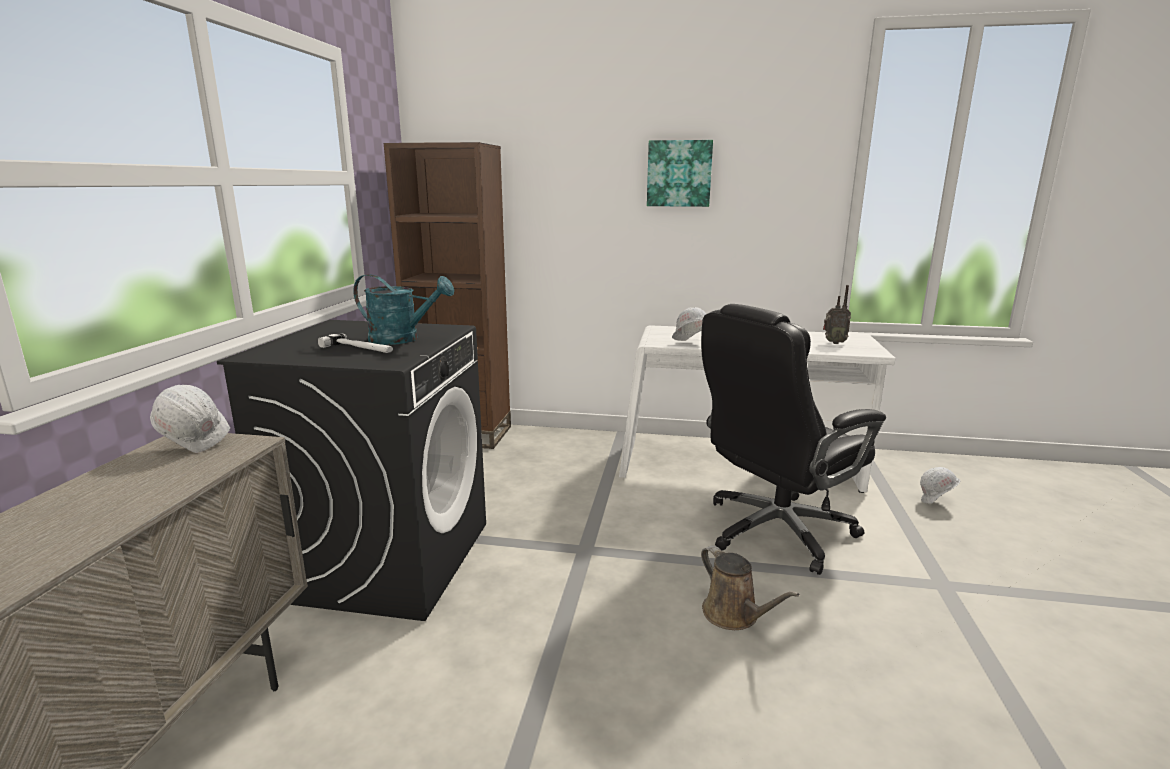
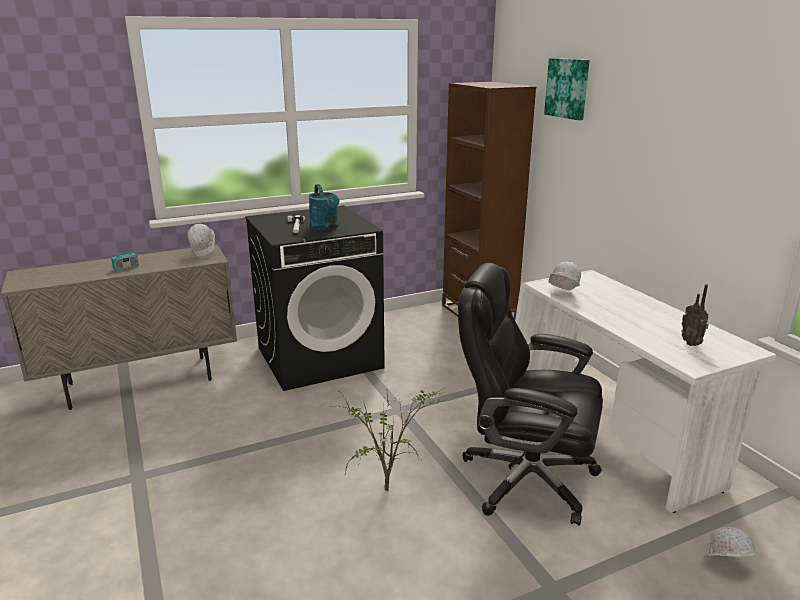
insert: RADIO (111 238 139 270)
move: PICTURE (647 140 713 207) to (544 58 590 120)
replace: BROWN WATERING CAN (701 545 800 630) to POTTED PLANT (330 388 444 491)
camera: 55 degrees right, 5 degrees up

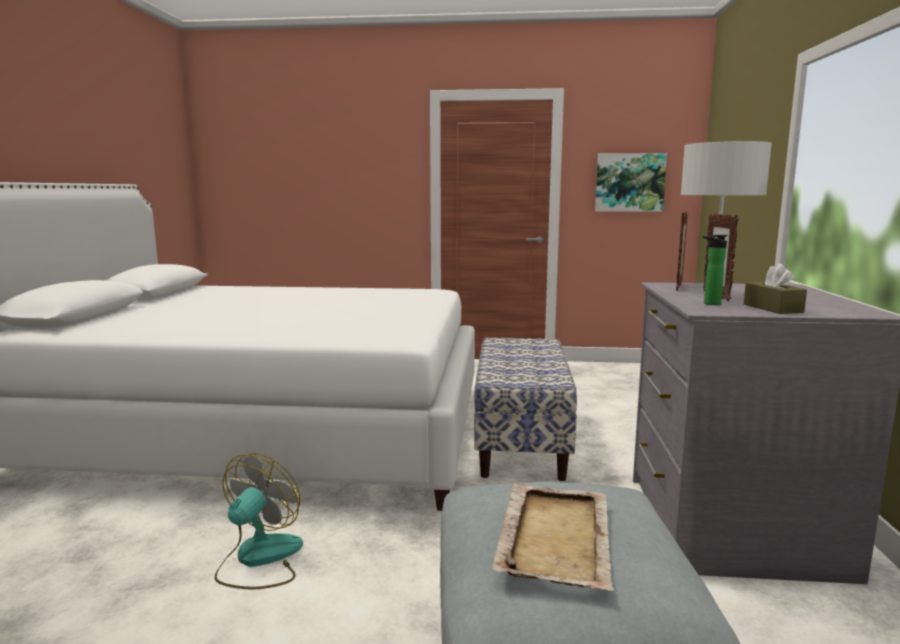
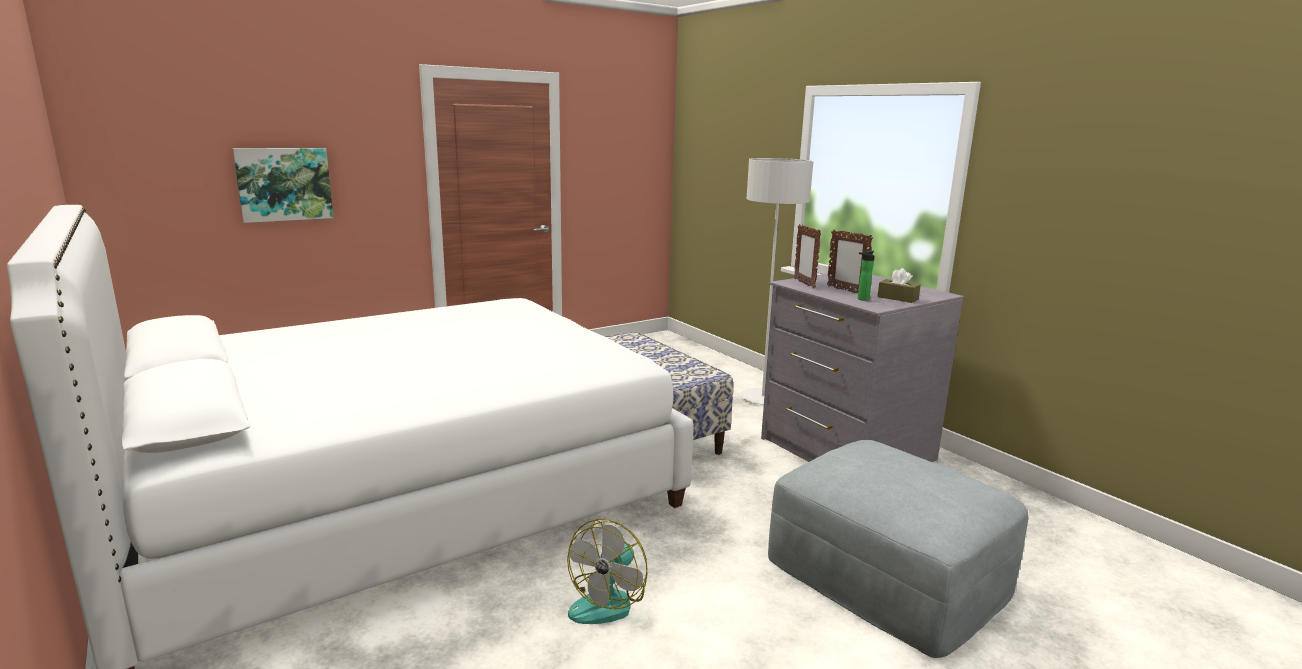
delete: BEIGE TRAY (492 483 615 591)
move: PICTURE (595 153 667 212) to (233 148 334 223)
rotate: FAN (215 453 303 590) = (567 519 648 624) 135 degrees counterclockwise
camera: 40 degrees left, 5 degrees up

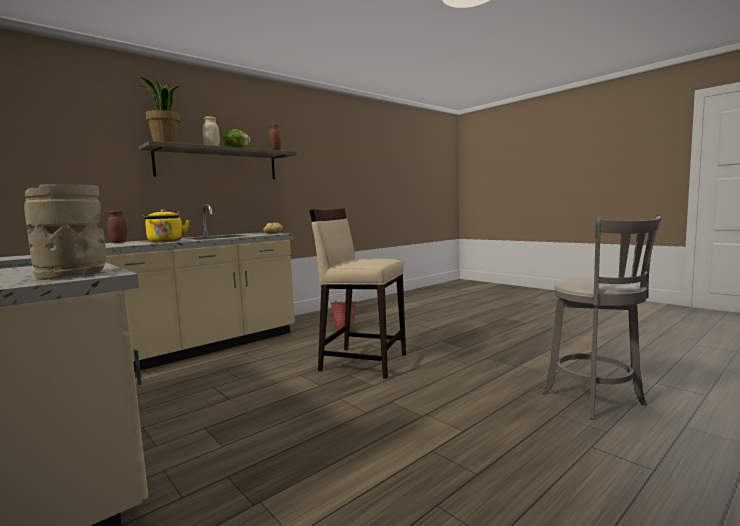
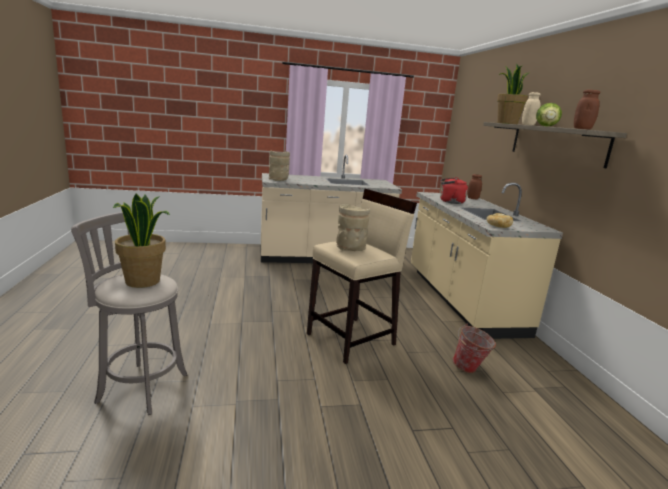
insert: POTTED PLANT (113 194 170 288); BEIGE VASE (336 204 370 251)
recolor: YELLOW KETTLE (143 209 189 242) to RED KETTLE (440 177 468 204)
camera: 120 degrees right, 10 degrees up

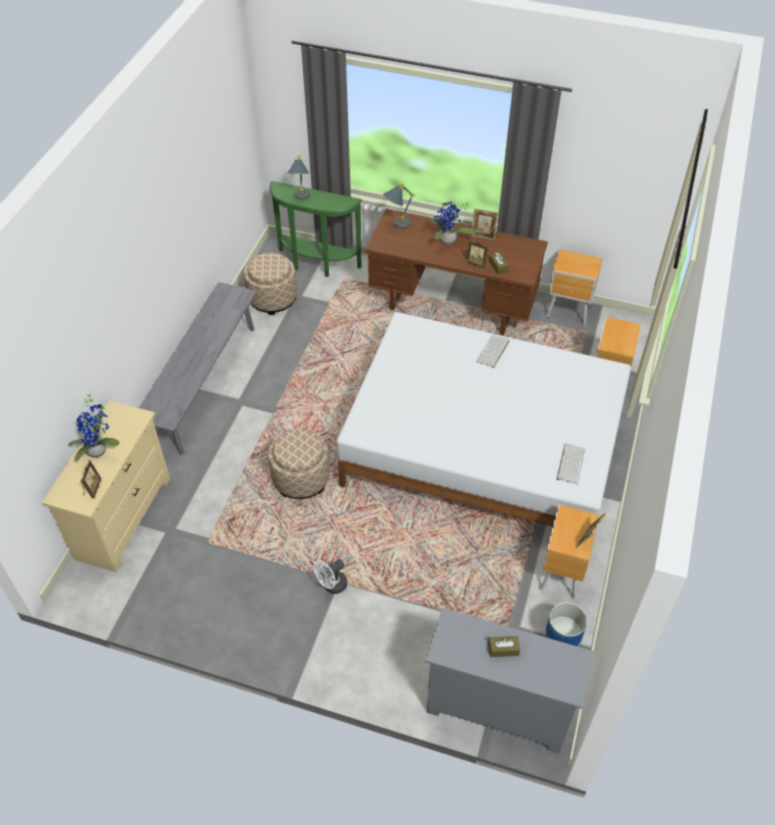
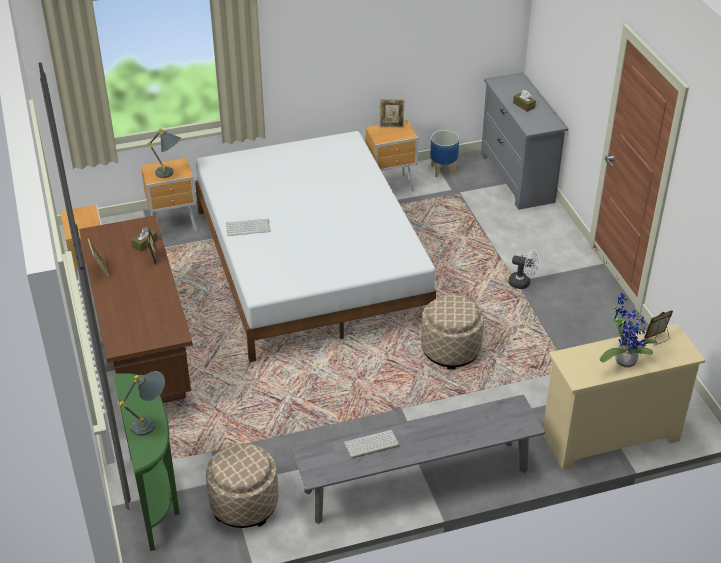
delete: POTTED PLANT (429 201 476 245)
move: GREY TABLE LAMP (383 183 414 229) to (147 128 181 178); KEYBOARD (557 443 585 485) to (344 430 400 459)
camera: 125 degrees left, 10 degrees down

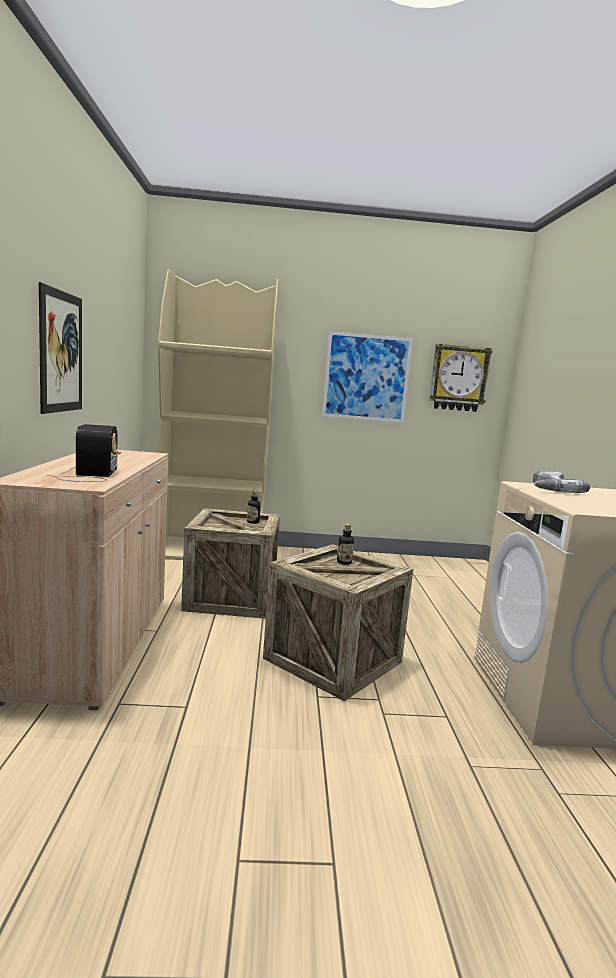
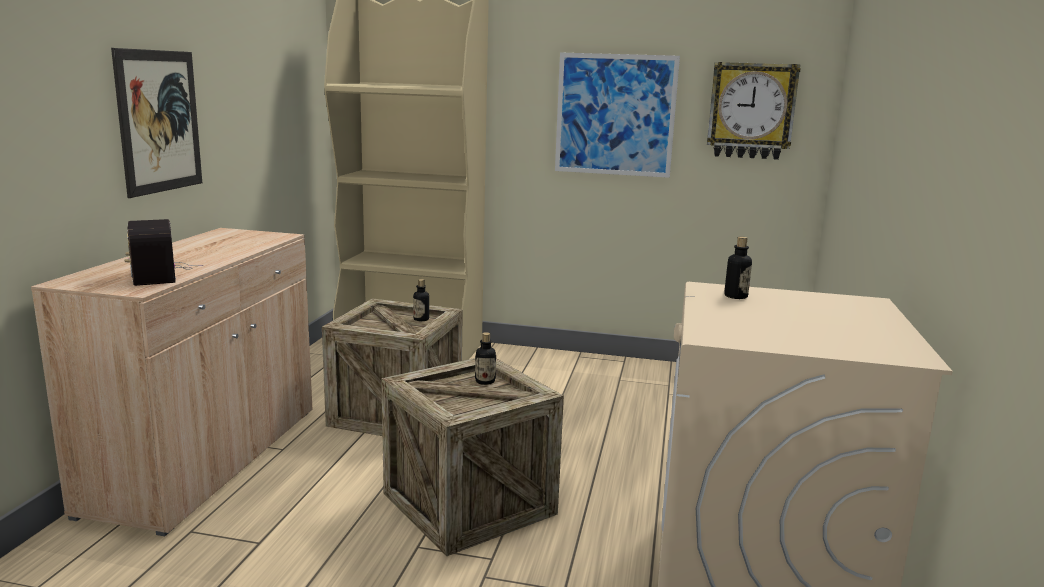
replace: POWER DRILL (533 470 590 493) to BOTTLE (724 236 752 299)
rotate: RADIO (46 424 121 482) = (124 219 204 286) 150 degrees clockwise
camera: 15 degrees right, 5 degrees up

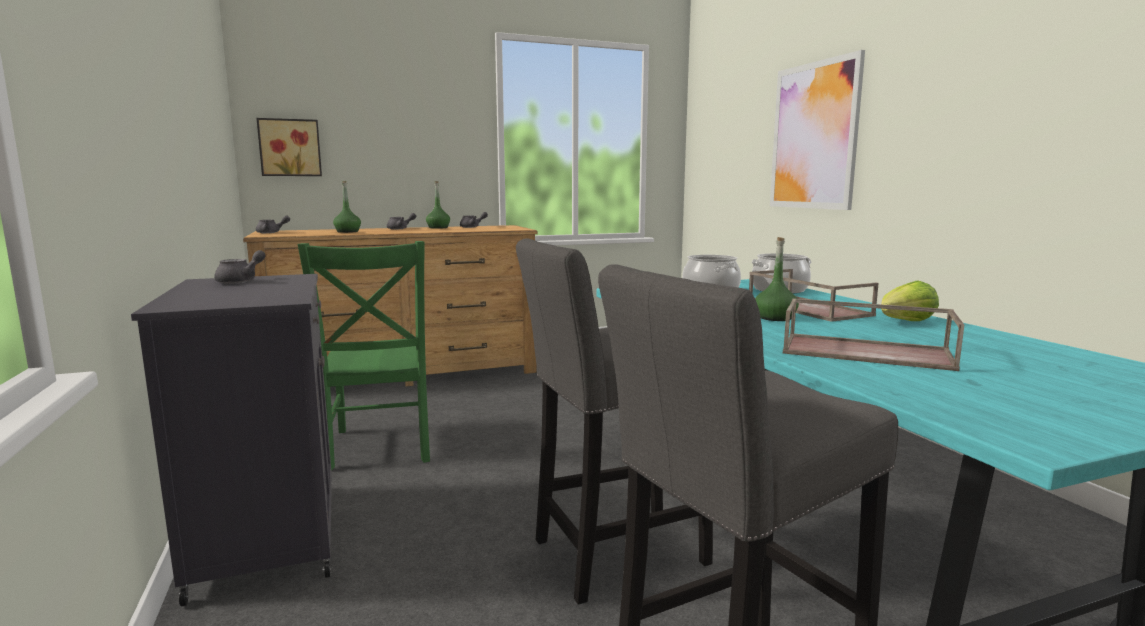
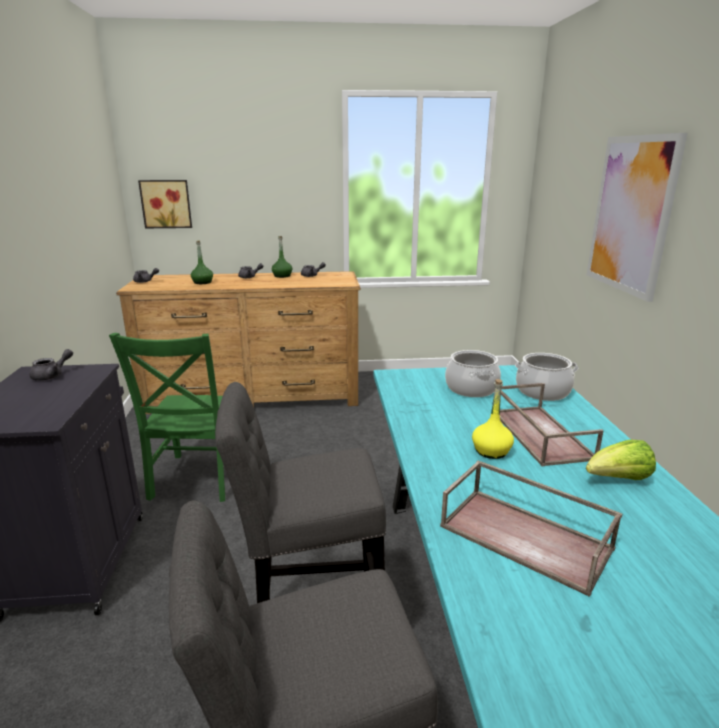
recolor: GREEN BOTTLE (755 237 799 321) to YELLOW BOTTLE (472 379 514 459)
camera: 15 degrees right, 10 degrees up

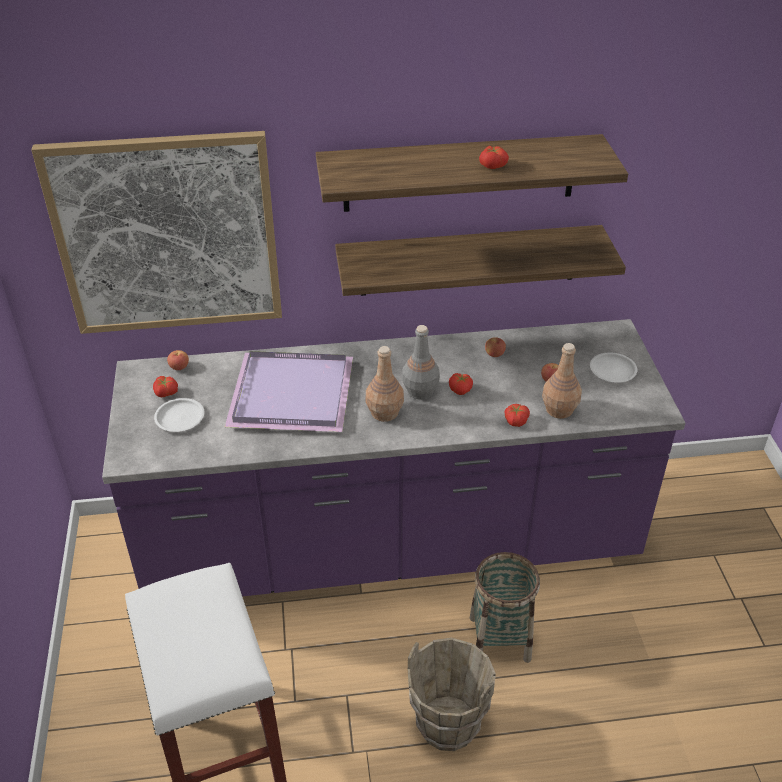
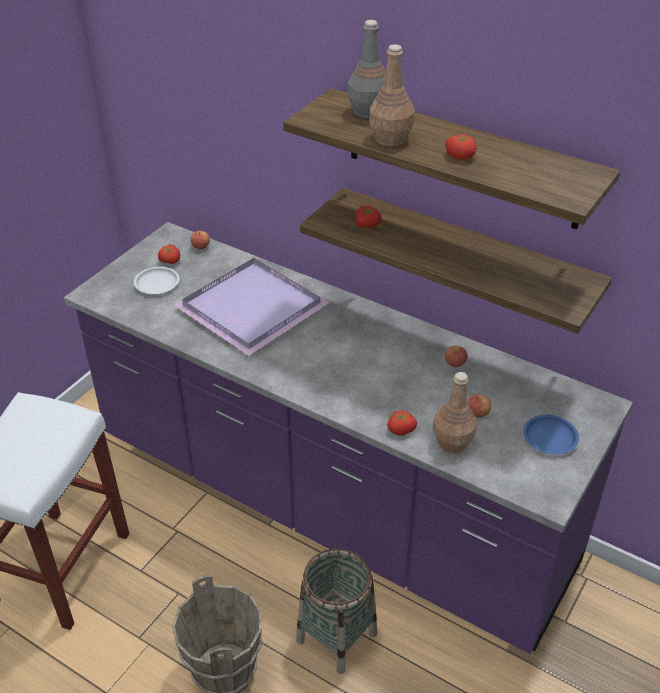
delete: PICTURE (31 131 282 334)
move: GREY BOTTLE (402 325 440 400) to (347 20 386 119); BROWN BOTTLE (366 346 404 422) to (369 44 414 147); TOMATO (449 373 473 395) to (356 205 381 228)
recolor: WHITE PLATE (590 352 637 383) to BLUE PLATE (523 415 579 455)
camera: 40 degrees right, 0 degrees up

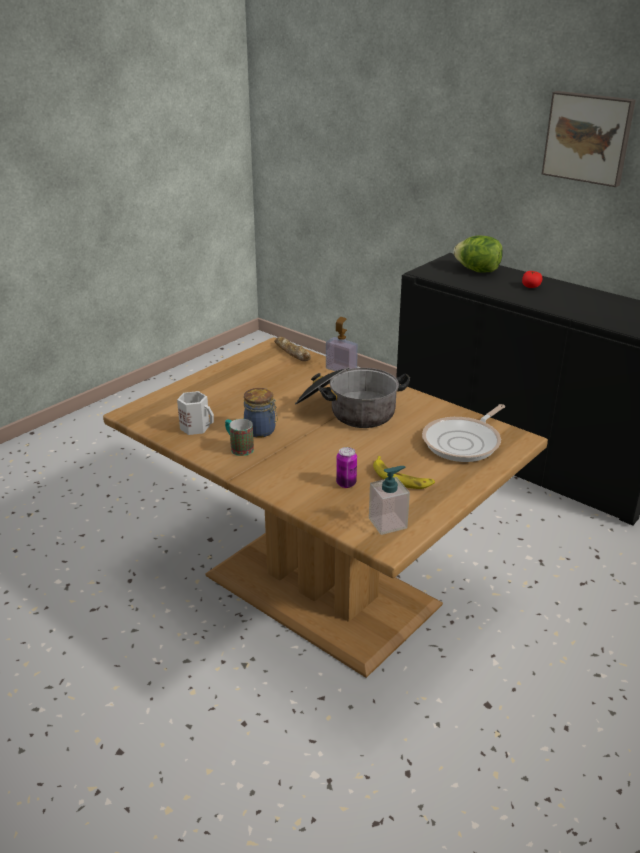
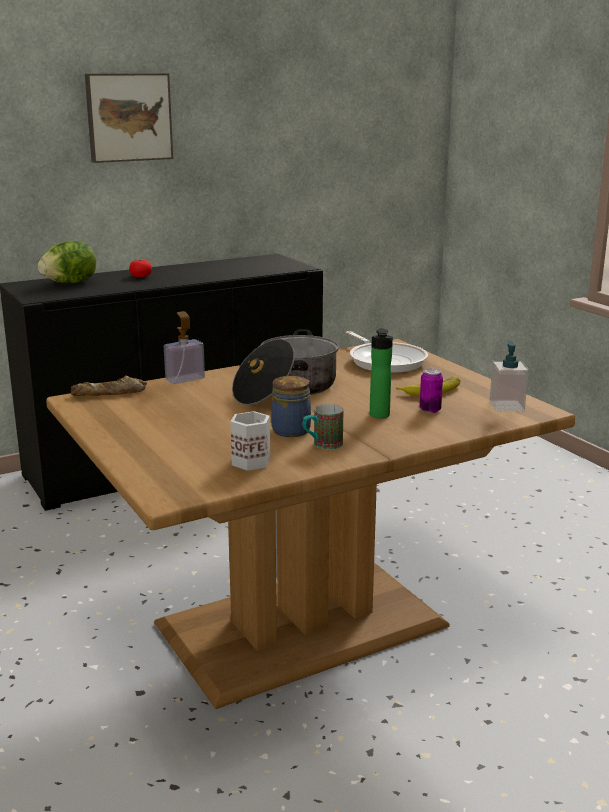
insert: BOTTLE (370 328 393 419)
camera: 70 degrees left, 10 degrees down

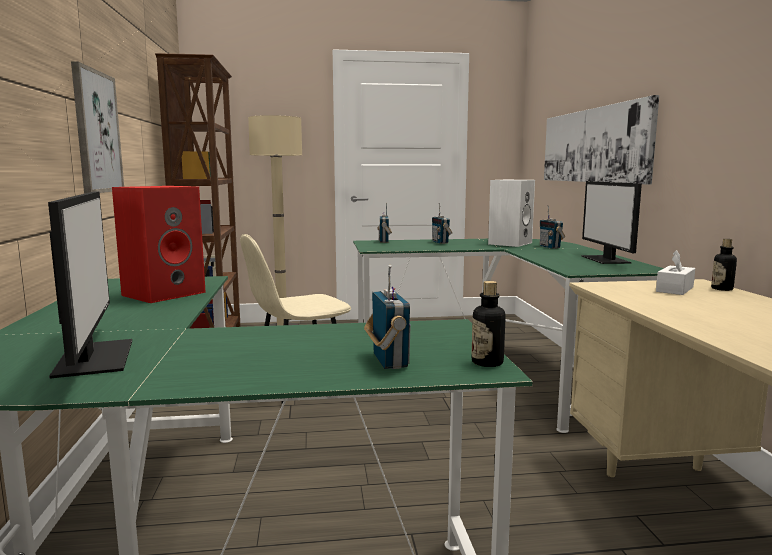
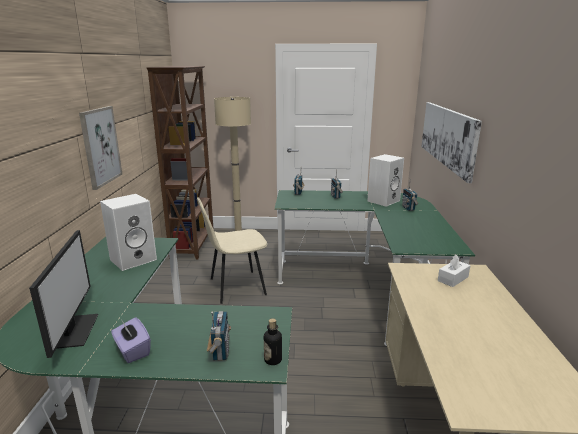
delete: MONITOR (582 181 642 264); BOTTLE (711 239 737 291)
insert: PURPLE TISSUE BOX (111 317 151 363)
recolor: RED SPEAKER (112 186 206 303) to WHITE SPEAKER (100 194 157 271)
camera: 10 degrees right, 10 degrees up

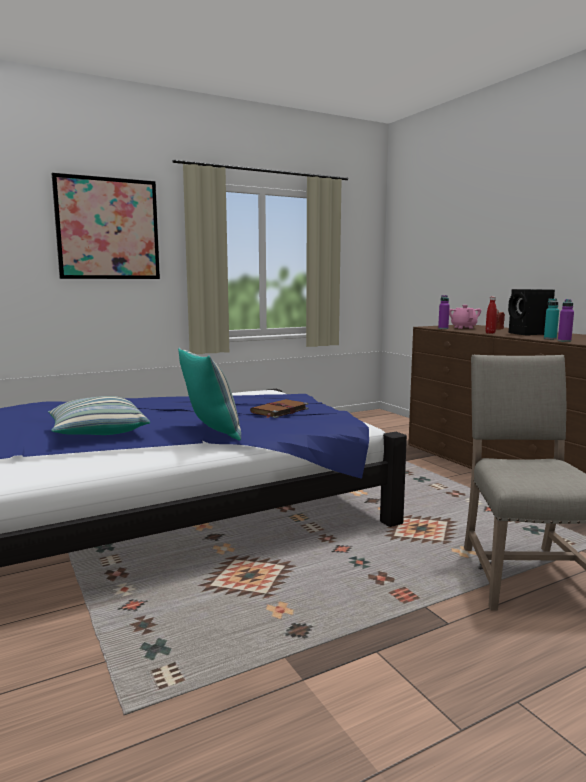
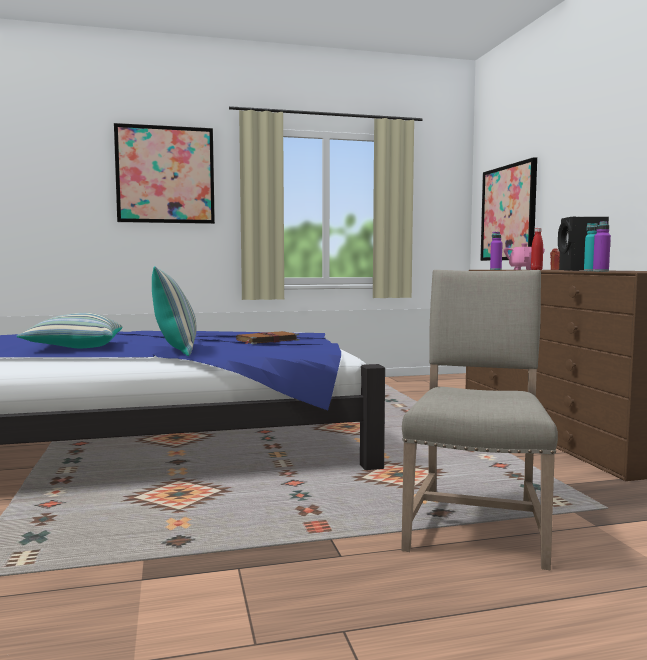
insert: PICTURE (480 157 537 261)
camera: 15 degrees right, 5 degrees down

